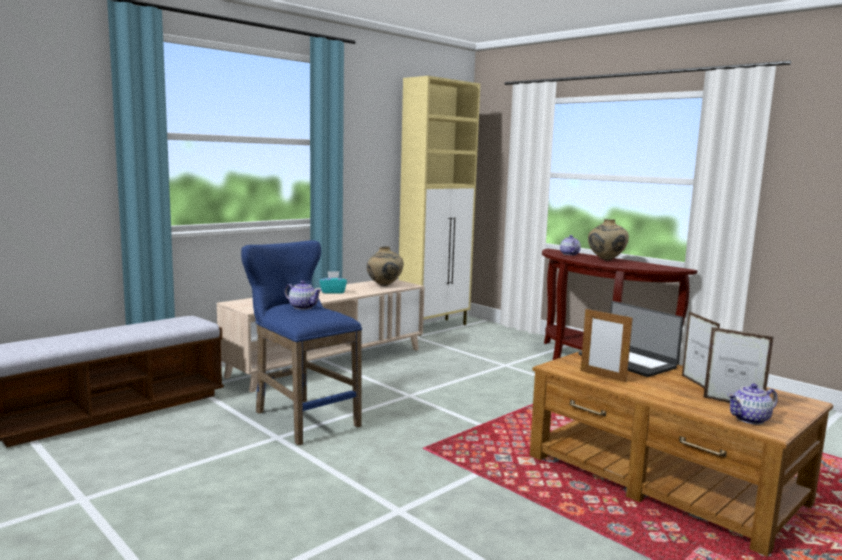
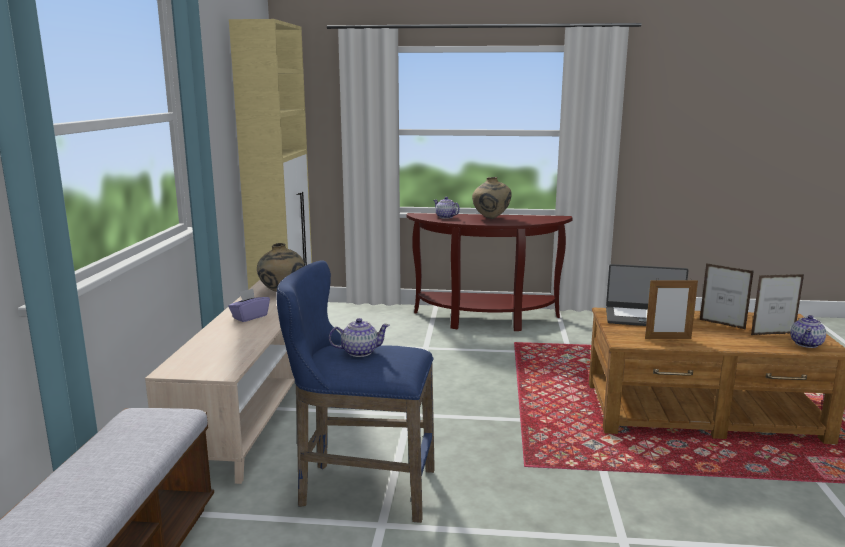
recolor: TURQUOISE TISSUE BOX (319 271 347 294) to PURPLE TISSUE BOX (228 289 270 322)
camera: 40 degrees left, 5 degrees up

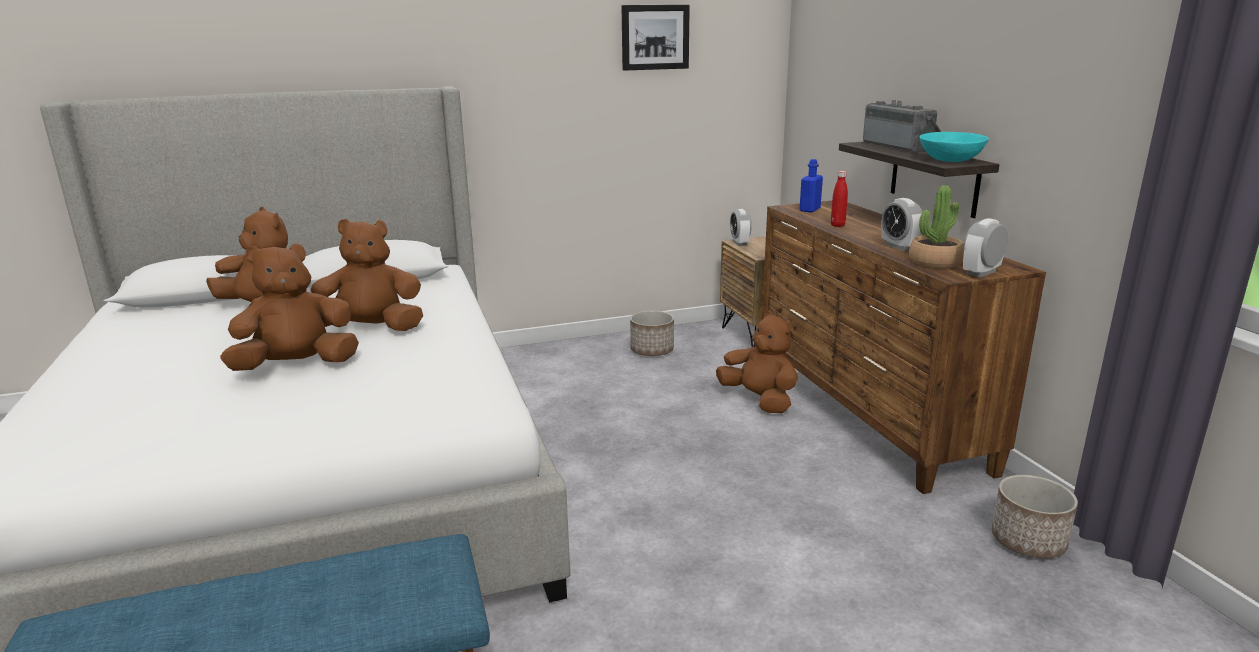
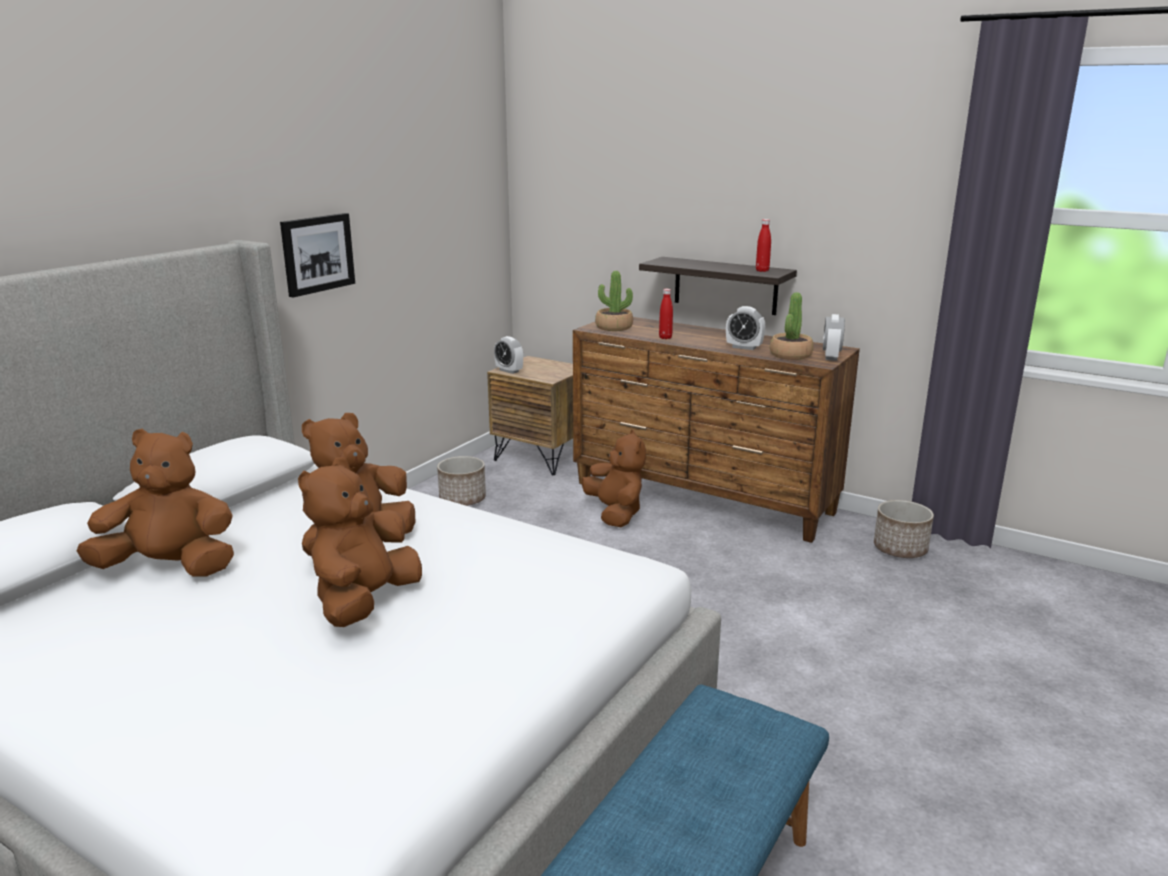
delete: RADIO (863 100 941 153)
move: PICTURE (622 5 690 71) to (280 213 355 298)
replace: TURQUOISE BOWL (920 132 989 162) to RED BOTTLE (756 219 771 272); BLUE BOTTLE (800 159 823 212) to POTTED PLANT (595 271 633 331)
rotate: BROWN PLUSH TOY (716 311 798 413) = (582 430 646 527) 60 degrees clockwise
camera: 40 degrees left, 0 degrees up

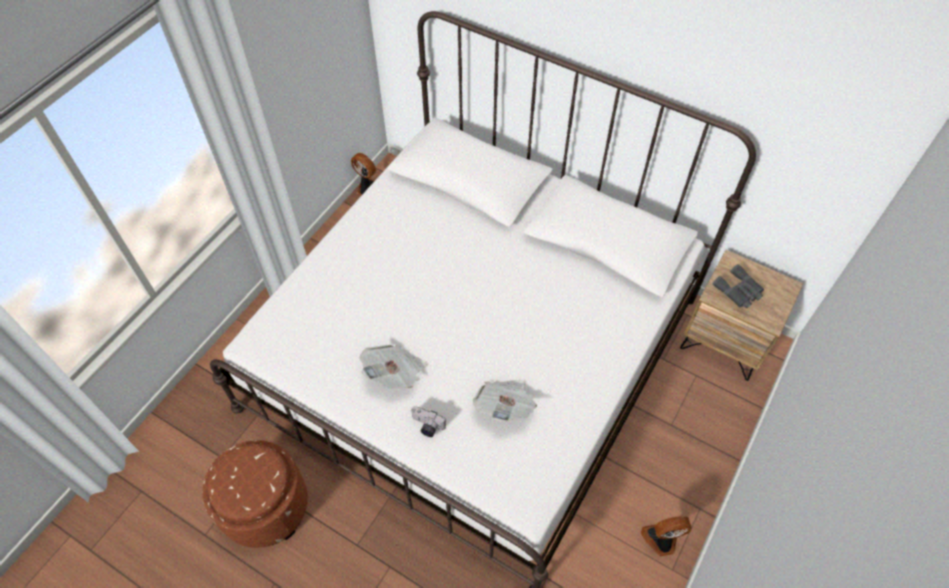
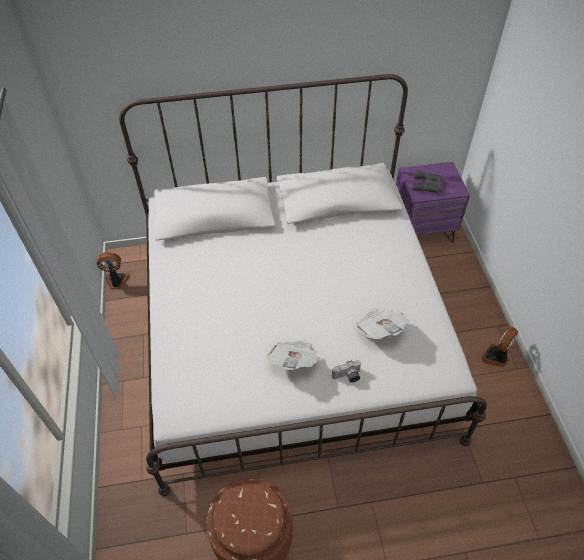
recolor: BROWN NIGHTSTAND (680 250 803 381) to PURPLE NIGHTSTAND (396 162 470 243)
camera: 40 degrees left, 5 degrees down

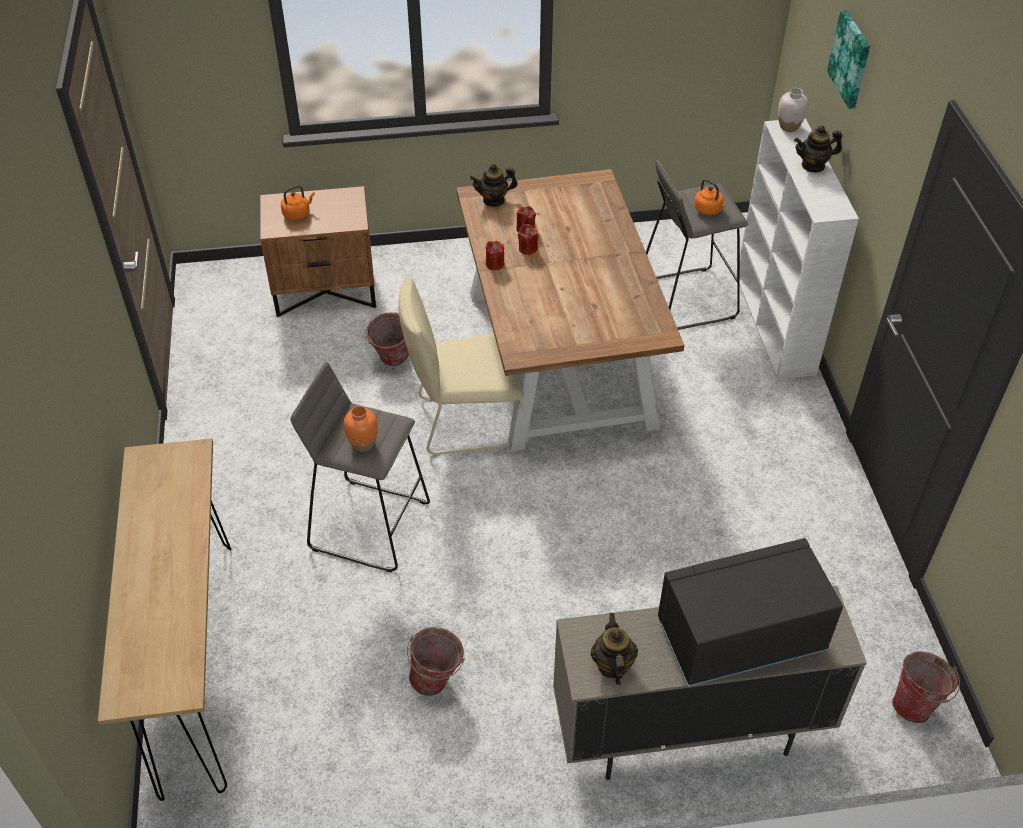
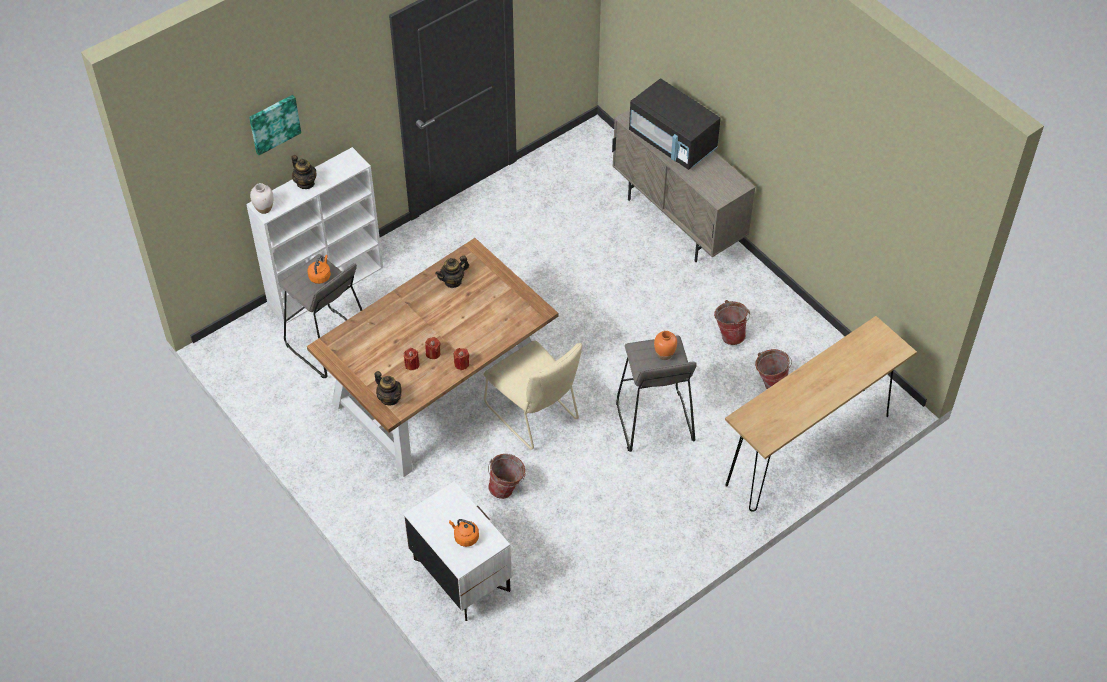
move: TEAPOT (591 613 638 685) to (435 256 469 288); BUCKET (892 652 960 723) to (755 349 792 389)
recolor: BROWN NIGHTSTAND (260 186 376 317) to WHITE NIGHTSTAND (404 481 512 621)
camera: 120 degrees left, 5 degrees up

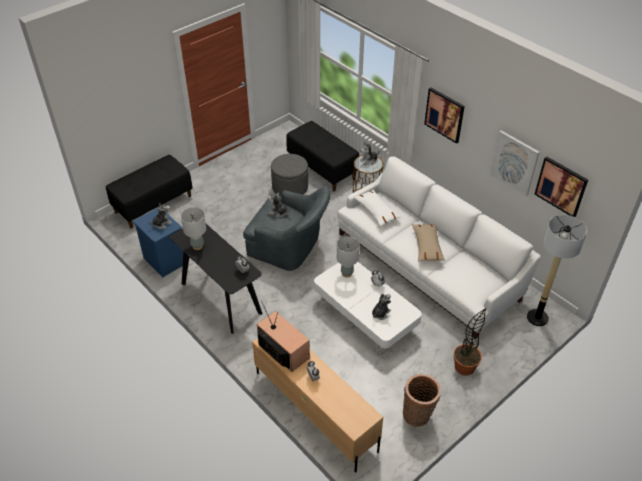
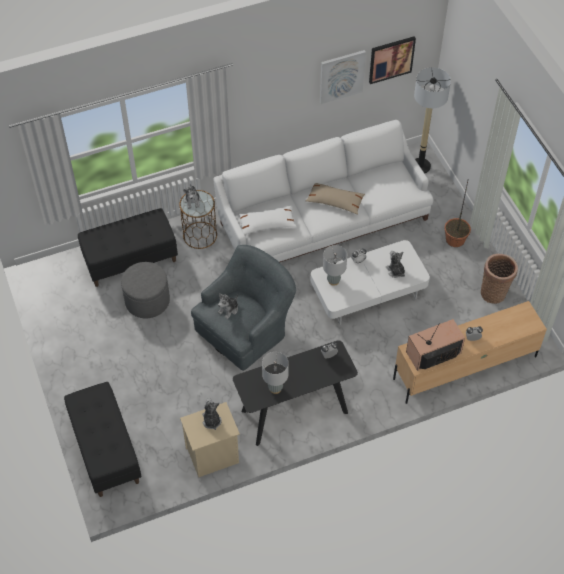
delete: PICTURE (424 87 465 144)
recolor: BLUE NIGHTSTAND (133 208 183 277) to BEIGE NIGHTSTAND (180 402 240 477)
camera: 70 degrees left, 10 degrees up

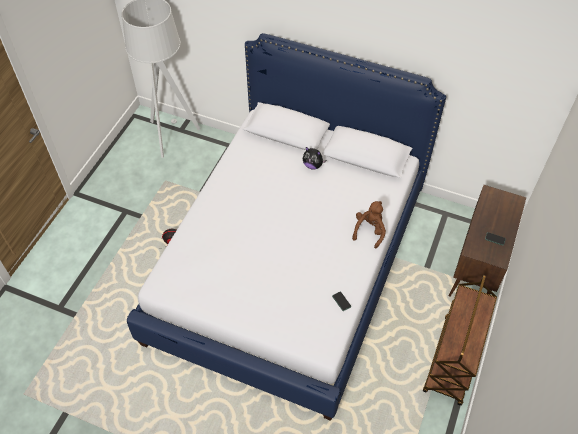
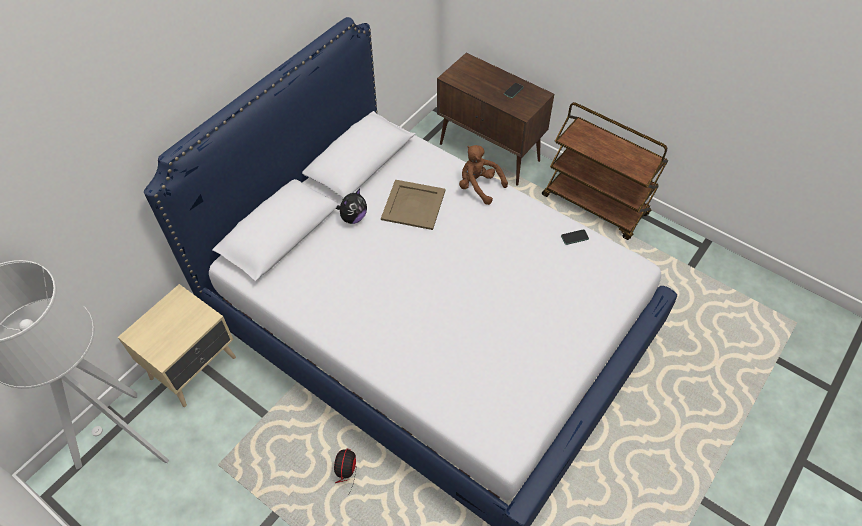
insert: BEIGE TRAY (381 180 445 230); BEIGE NIGHTSTAND (118 284 236 407)
camera: 75 degrees left, 0 degrees up

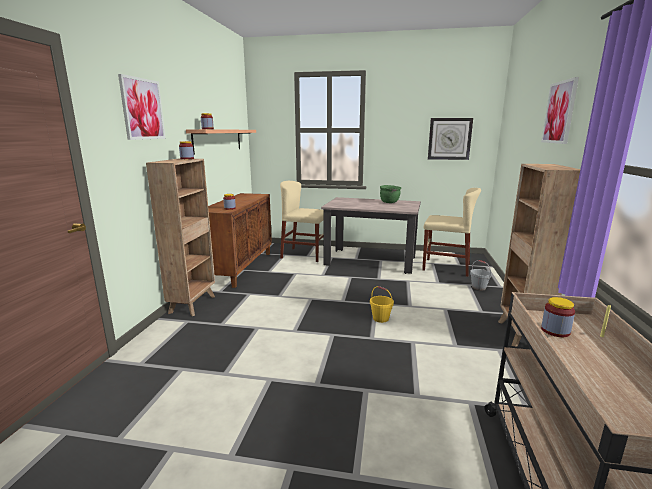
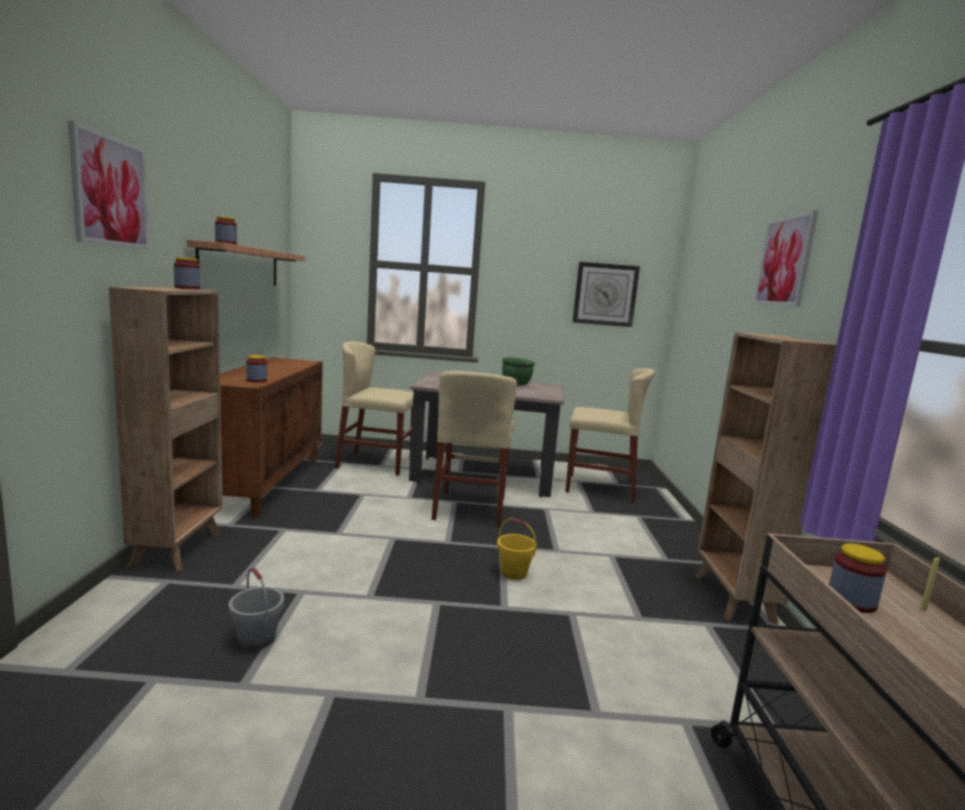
insert: BEIGE CHAIR (431 371 517 527)
move: GREY BUCKET (470 260 492 291) to (229 567 284 650)
camera: 10 degrees left, 5 degrees down

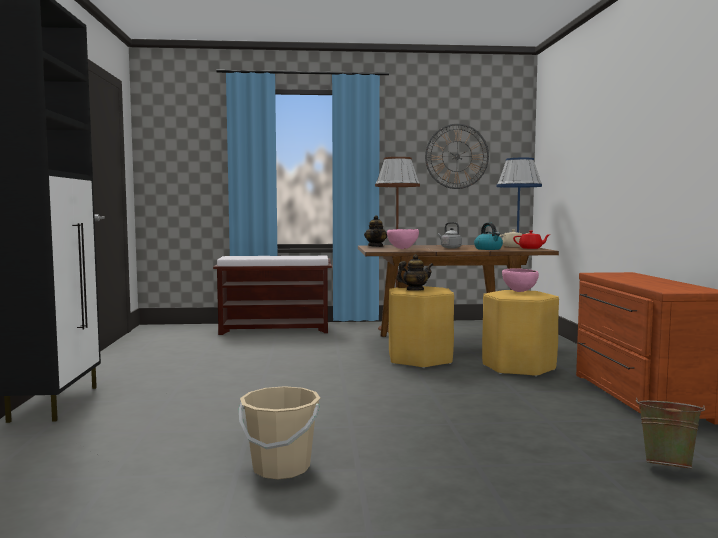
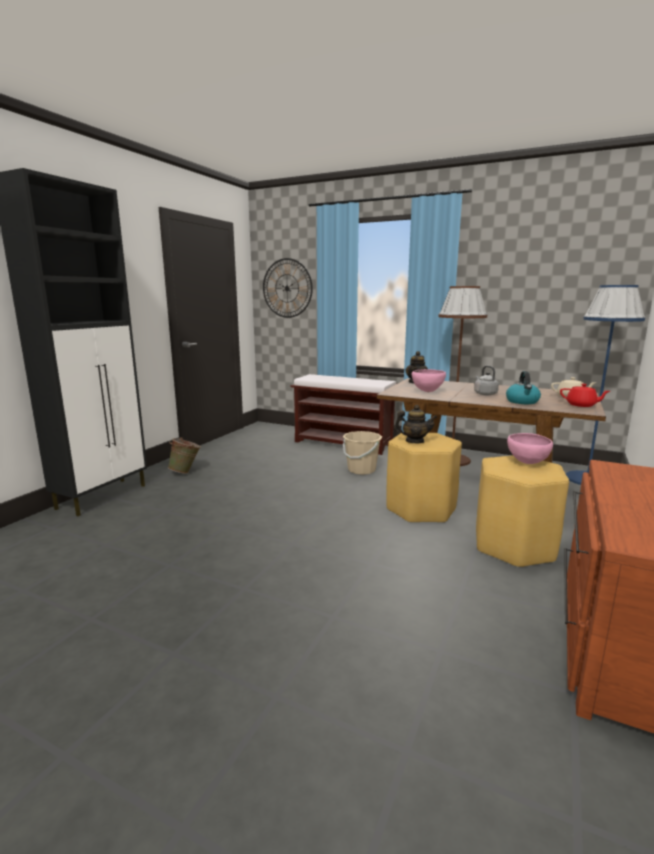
move: WALL CLOCK (425 124 489 189) to (263 258 313 318); BEIGE BUCKET (239 386 320 479) to (343 431 382 475); GREEN BUCKET (636 398 705 468) to (168 437 201 473)
camera: 30 degrees right, 10 degrees up

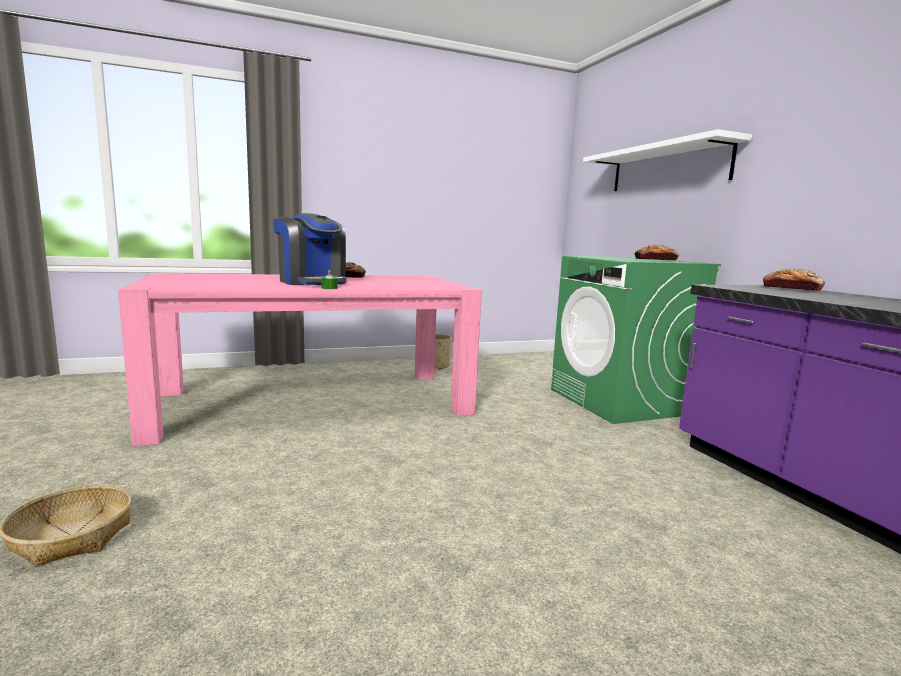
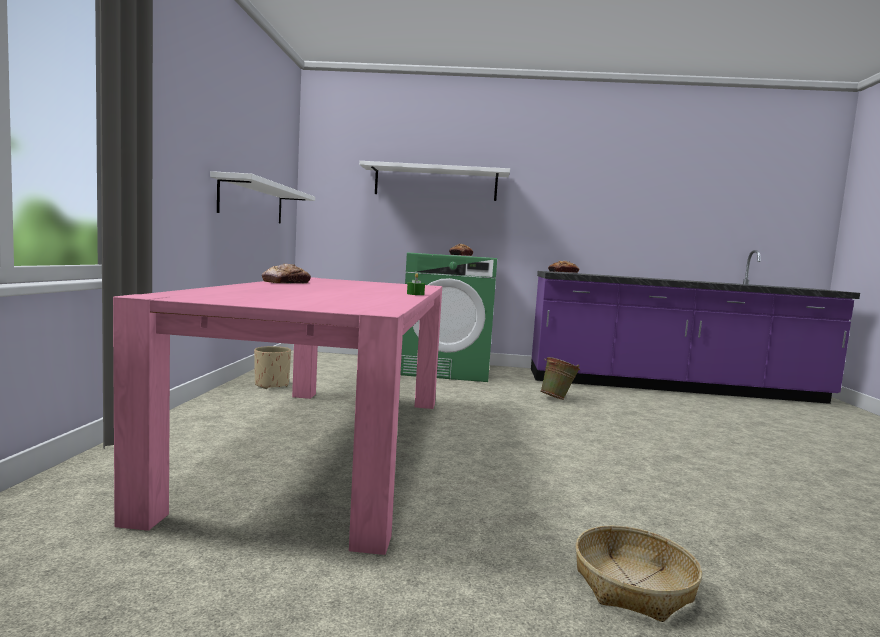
delete: COFFEE MACHINE (273 213 347 285)
insert: WHITE SHELF (210 171 315 224); GREEN BUCKET (540 357 580 400)
camera: 65 degrees left, 5 degrees down

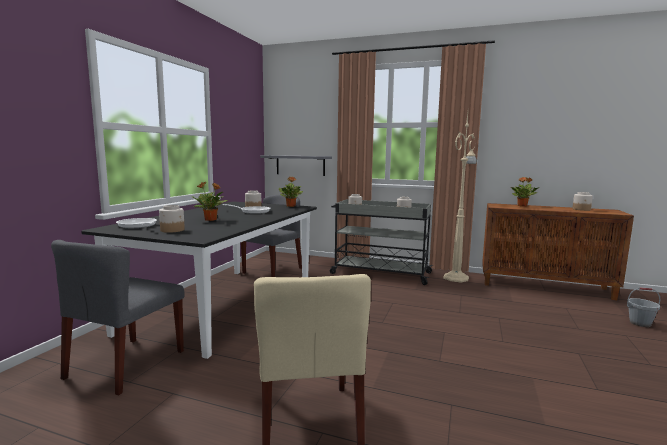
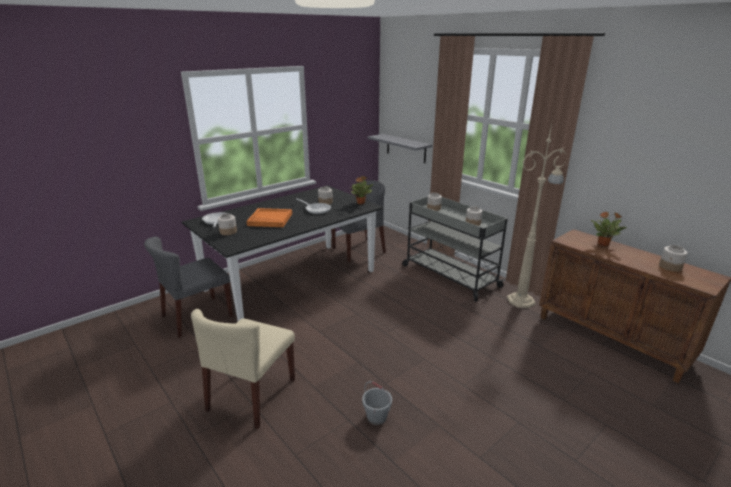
move: GREY BUCKET (627 287 661 327) to (362 381 392 425)
replace: POTTED PLANT (191 182 228 221) to ORANGE TRAY (246 208 292 227)
camera: 30 degrees right, 15 degrees up

